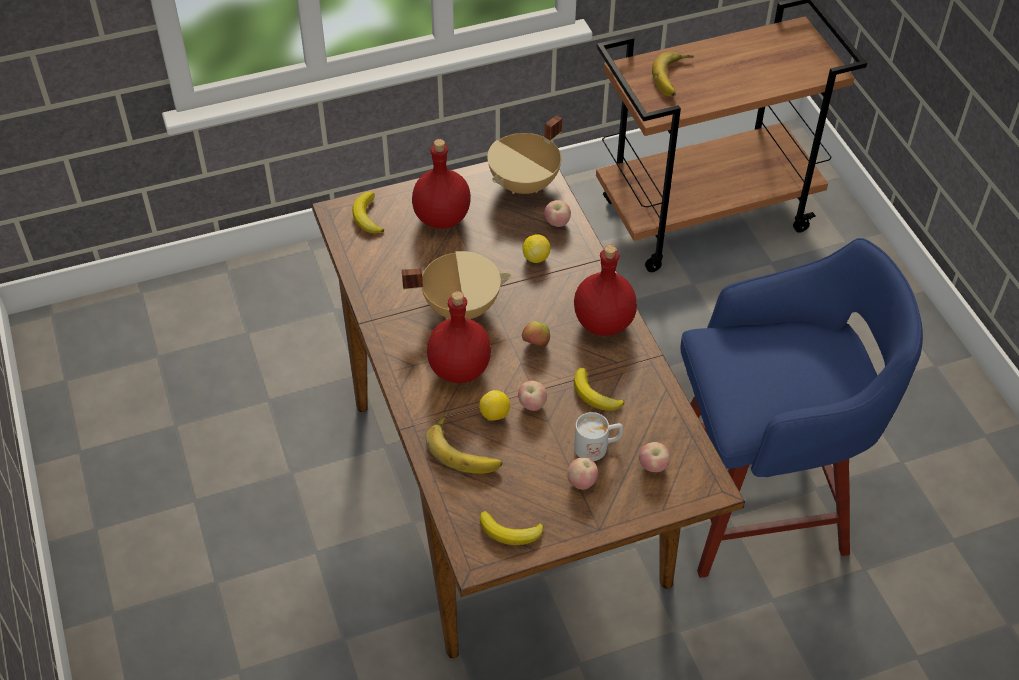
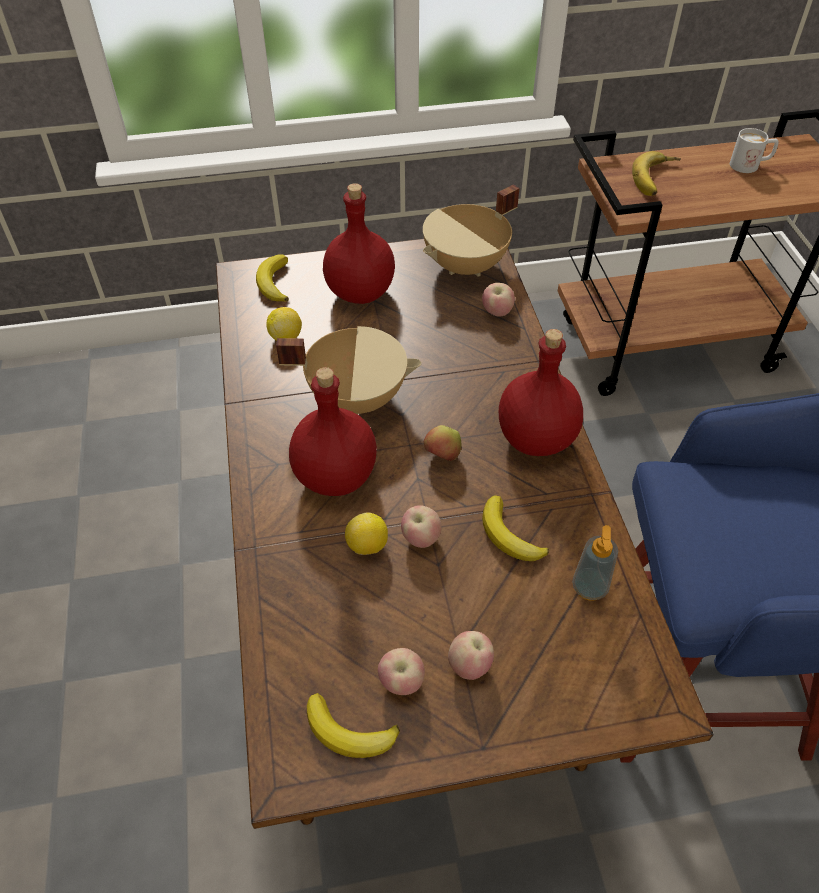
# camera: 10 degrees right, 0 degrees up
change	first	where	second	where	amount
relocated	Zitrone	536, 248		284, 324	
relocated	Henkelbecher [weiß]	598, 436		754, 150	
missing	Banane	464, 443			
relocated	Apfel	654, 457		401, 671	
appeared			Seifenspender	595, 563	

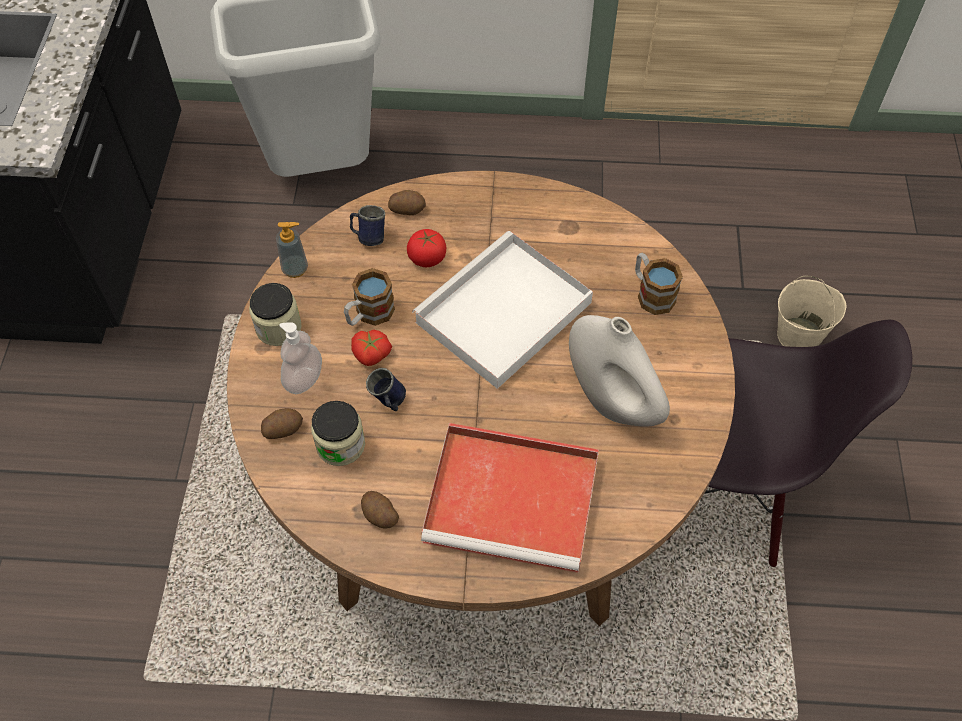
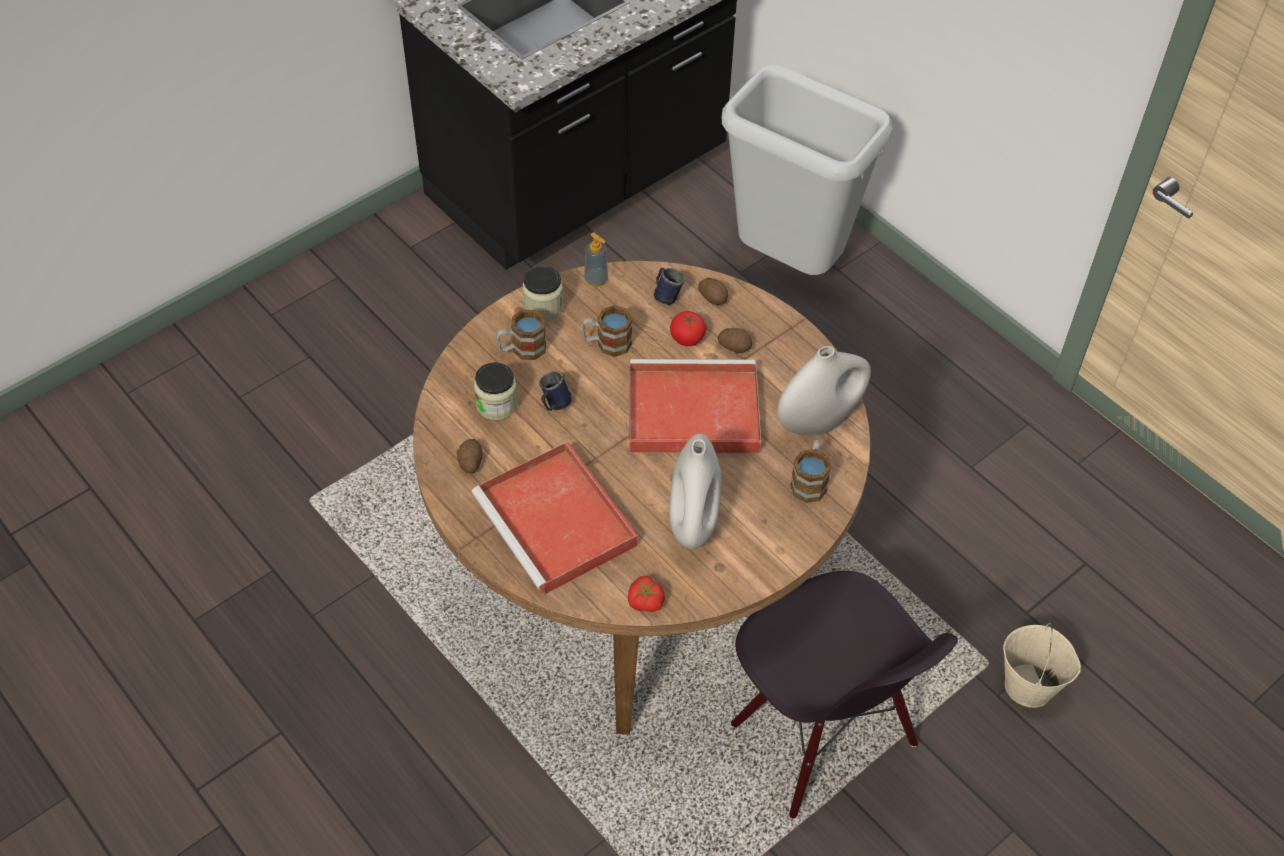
# camera: 45 degrees right, 5 degrees down
change	first	where	second	where	amount
colour	Tablett [weiß]	502, 310	Tablett [rot]	695, 406	
exchanged	Seifenspender	300, 358	Henkelbecher	521, 334	
relocated	Tomate	371, 347		646, 594	
relocated	Kartoffel	282, 423		735, 340	
appeared			Vase [weiß]	824, 391	

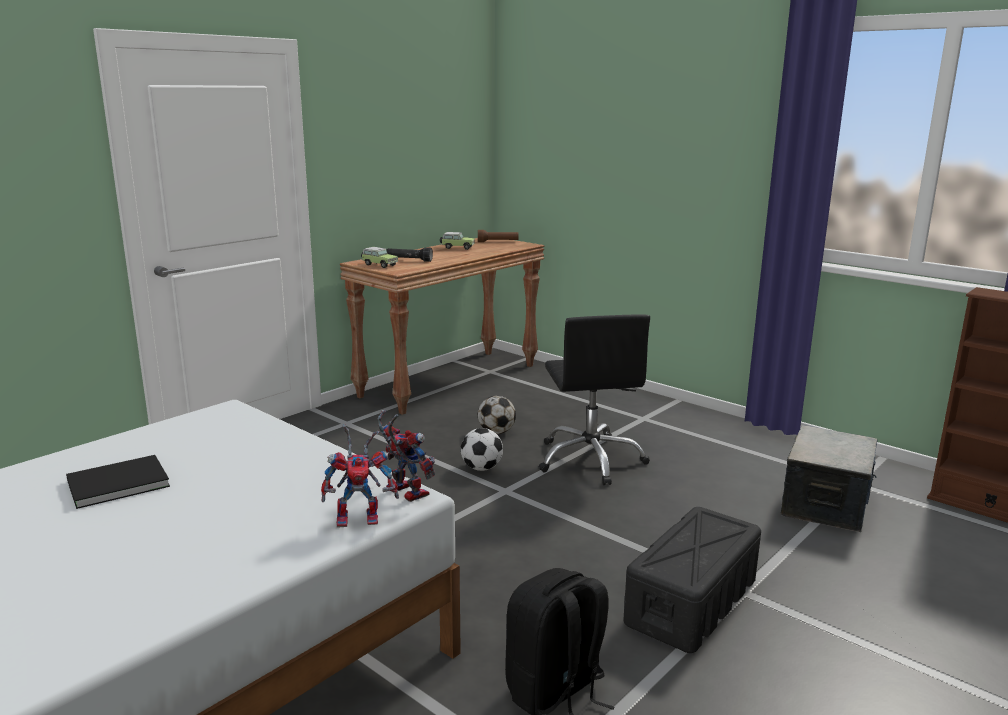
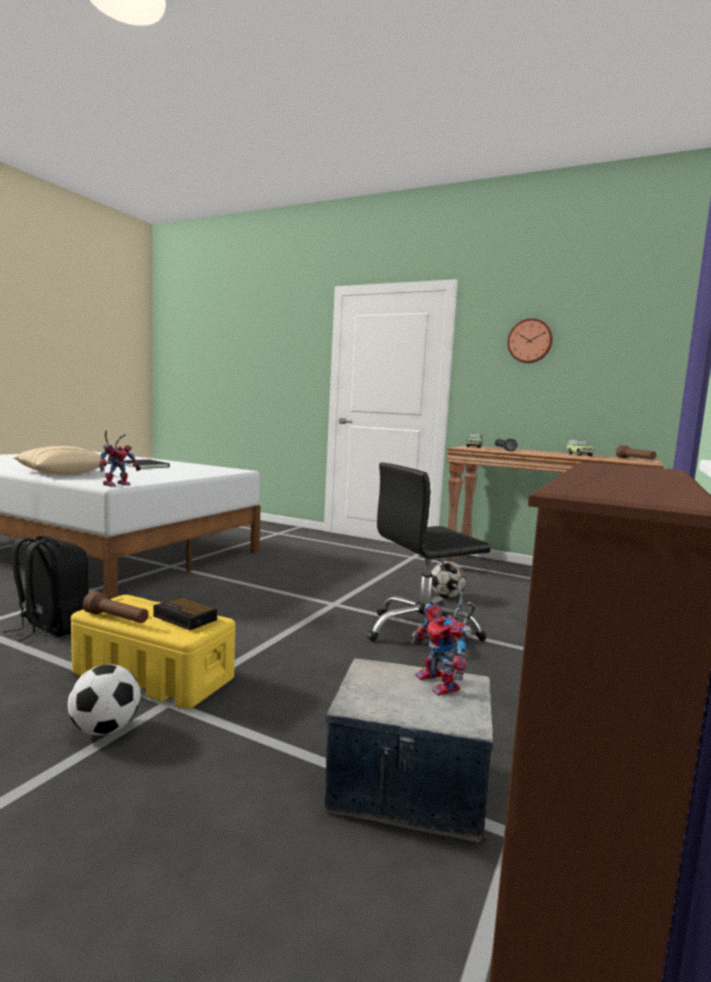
# camera: 75 degrees right, 10 degrees down
change	first	where	second	where	amount
relocated	Spielzeugroboter	360, 476		444, 640	
relocated	Fußball	482, 449		104, 699	
colour	Aufbewahrungsbox [schwarz]	692, 580	Aufbewahrungsbox [gelb]	153, 652	
appeared			Wanduhr	530, 340	
appeared			Kissen [beige]	60, 460	
appeared			Taschenlampe [braun]	116, 607	
appeared			Wecker	185, 613	

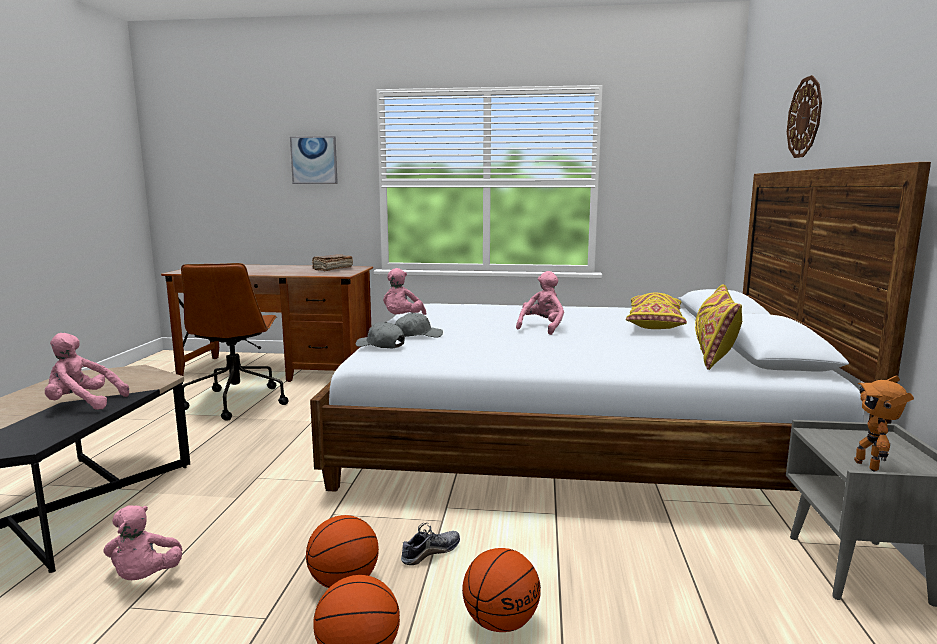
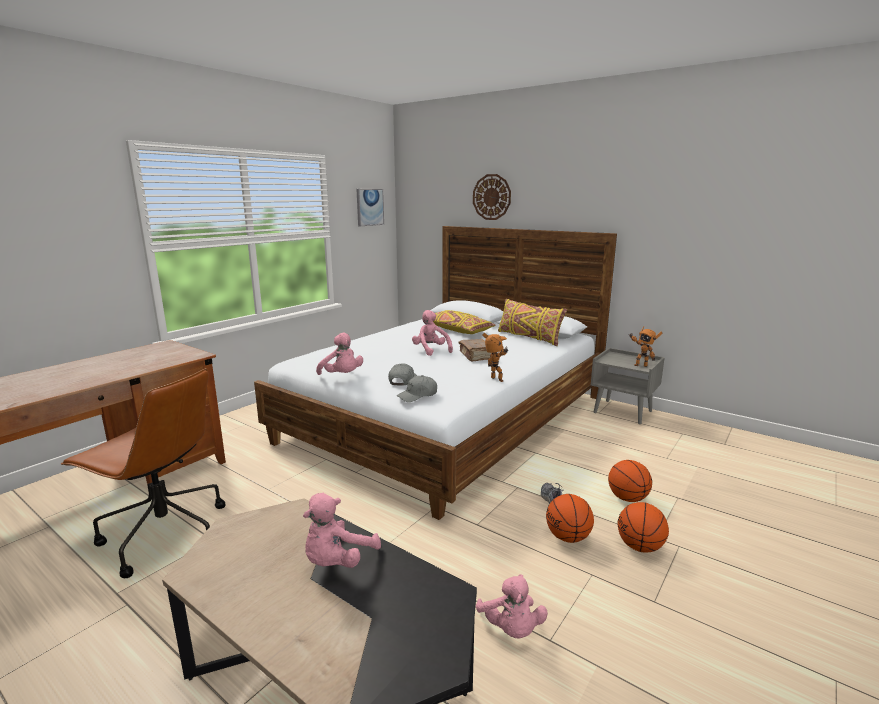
# camera: 60 degrees left, 5 degrees up
change	first	where	second	where	amount
relocated	Bild	314, 160		370, 207	
relocated	Buch [braun]	332, 262		475, 350	
spun	Plüschtier [rosa]	142, 542		512, 606	60 degrees clockwise
appeared			Spielzeugroboter	495, 357	

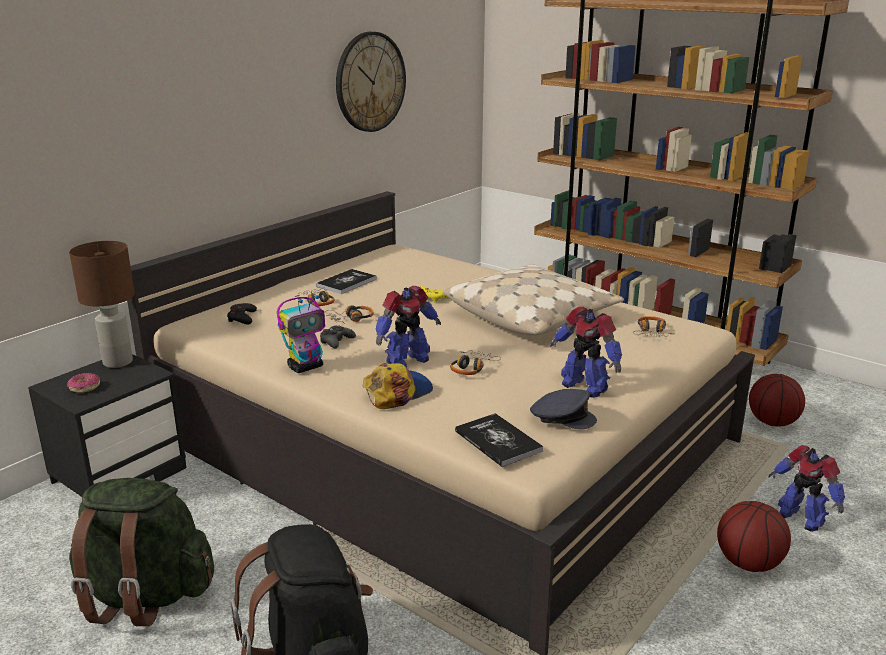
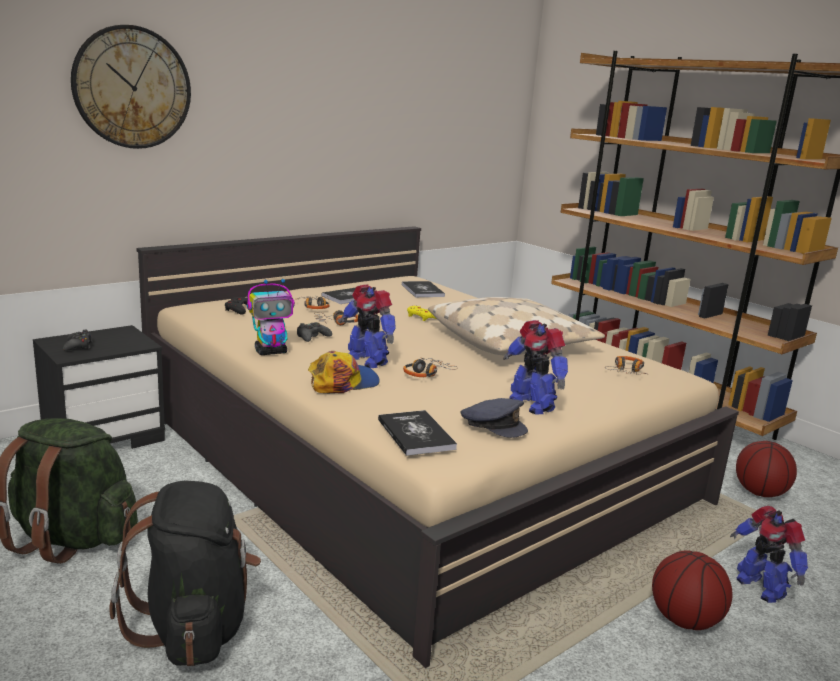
# camera: 10 degrees right, 5 degrees down
change	first	where	second	where	amount
relocated	Wanduhr	371, 82		131, 87	
missing	Tischlampe [braun]	102, 304			
spun	Spielzeugroboter	408, 326		368, 326	75 degrees clockwise
exchanged	Donut	83, 383	Gamepad [schwarz]	78, 340	
appeared			Buch	423, 289	

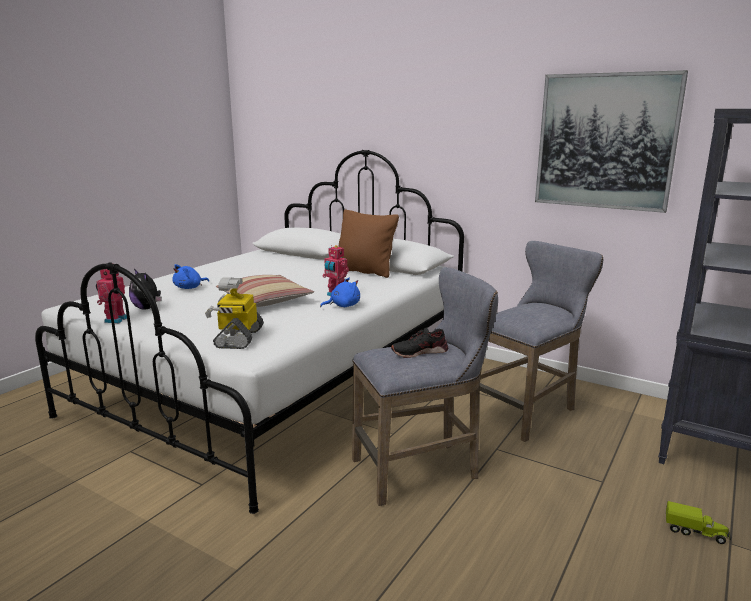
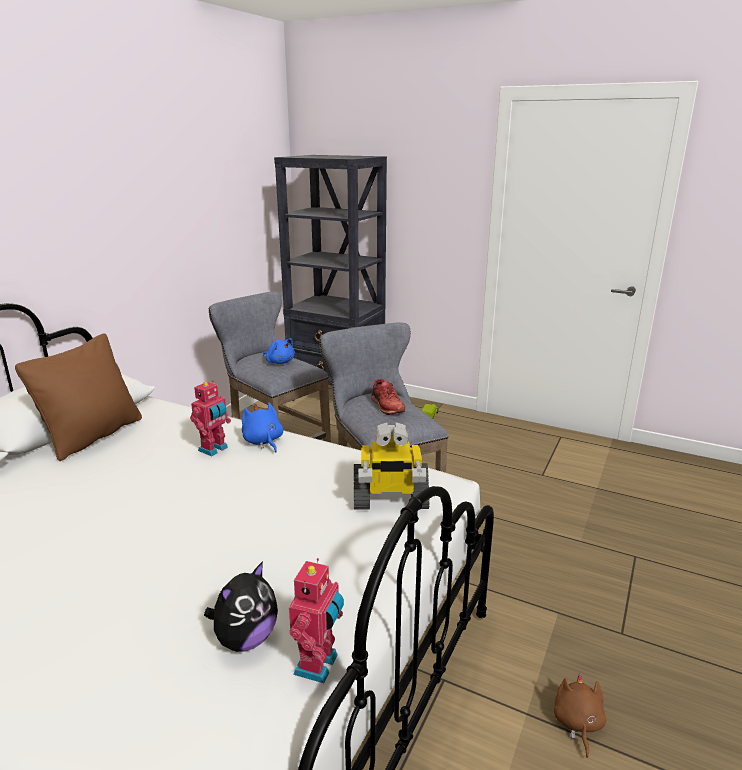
# camera: 95 degrees left, 5 degrees up
change	first	where	second	where	amount
missing	Bild	611, 141			
spun	Spielzeugroboter	111, 293		316, 620	75 degrees counterclockwise
relocated	Plüschtier [blau]	190, 276		279, 351	
missing	Kissen	265, 291			
colour	Schuh [schwarz]	419, 342	Schuh [rot]	388, 397	
appeared			Plüschtier [braun]	580, 715	

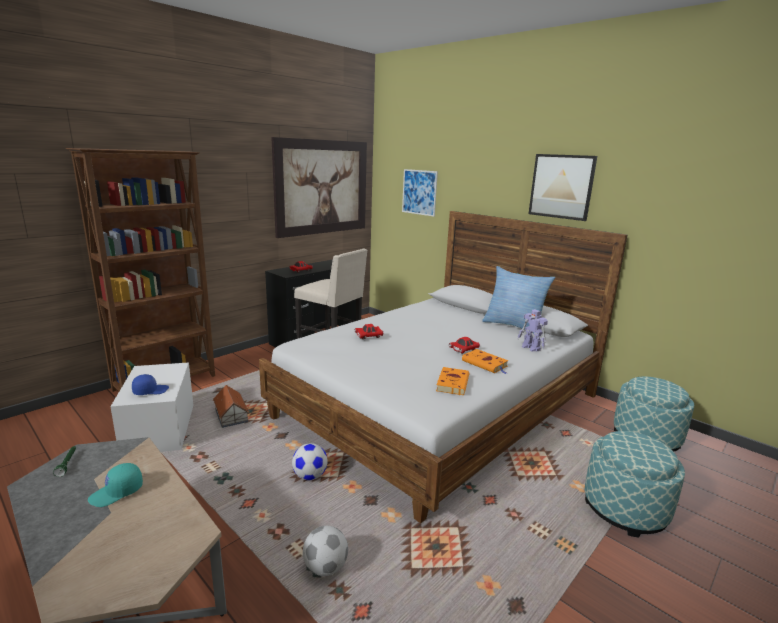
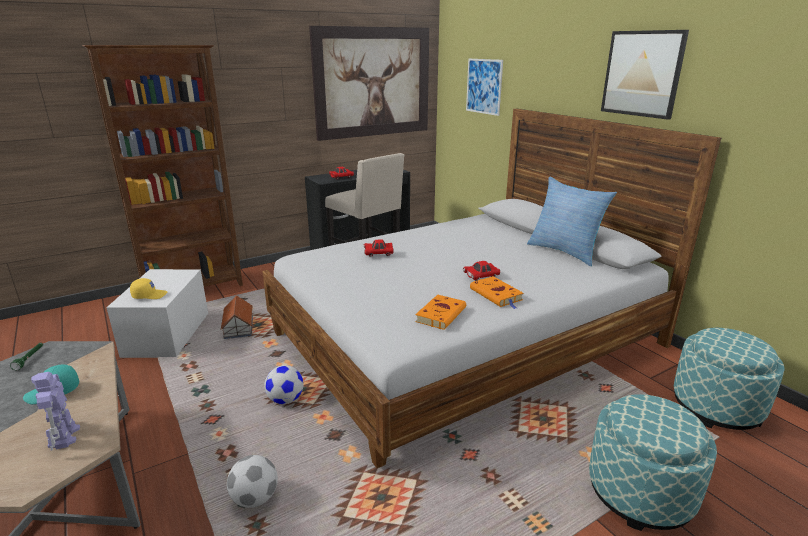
# camera: 15 degrees right, 5 degrees up
change	first	where	second	where	amount
relocated	Spielzeugroboter	533, 330		55, 411	
colour	Kappe [blau]	150, 384	Kappe [gelb]	149, 288	

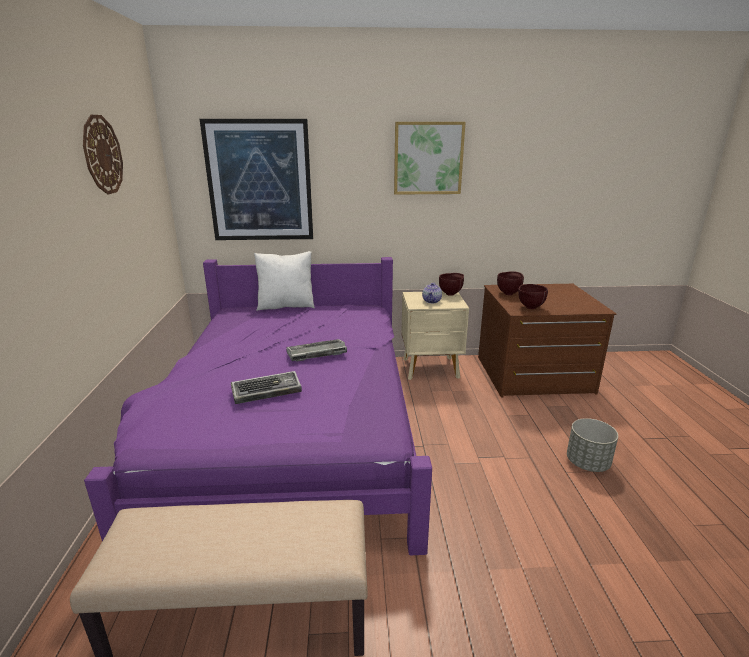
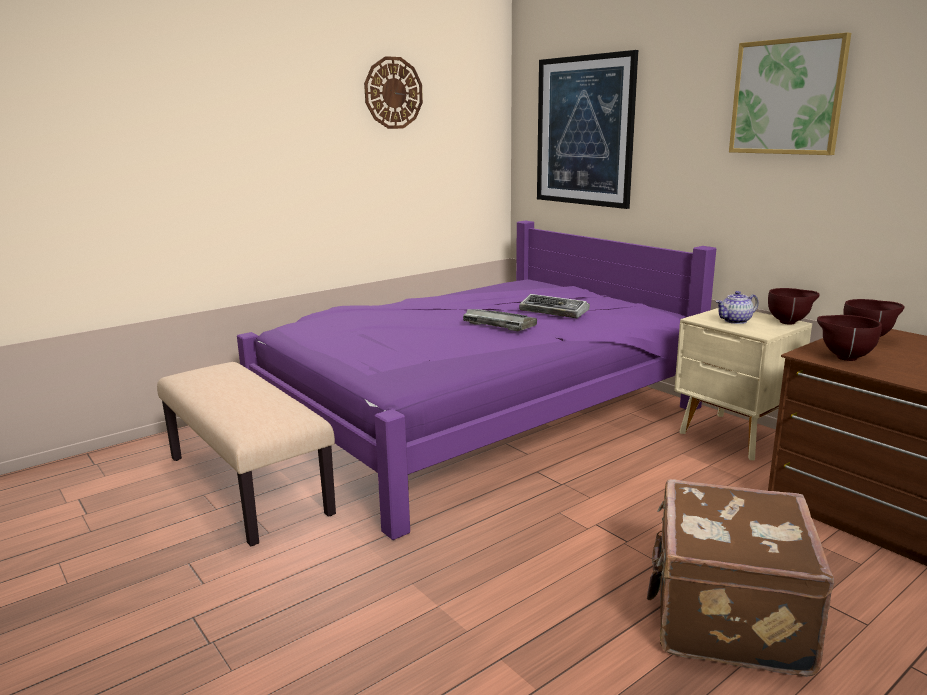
# camera: 55 degrees right, 5 degrees down
change	first	where	second	where	amount
missing	Kissen [weiß]	284, 281			
relocated	Tastatur	266, 387		554, 306	
exchanged	Pflanzkübel [grau]	592, 445	Koffer [braun]	740, 578	

